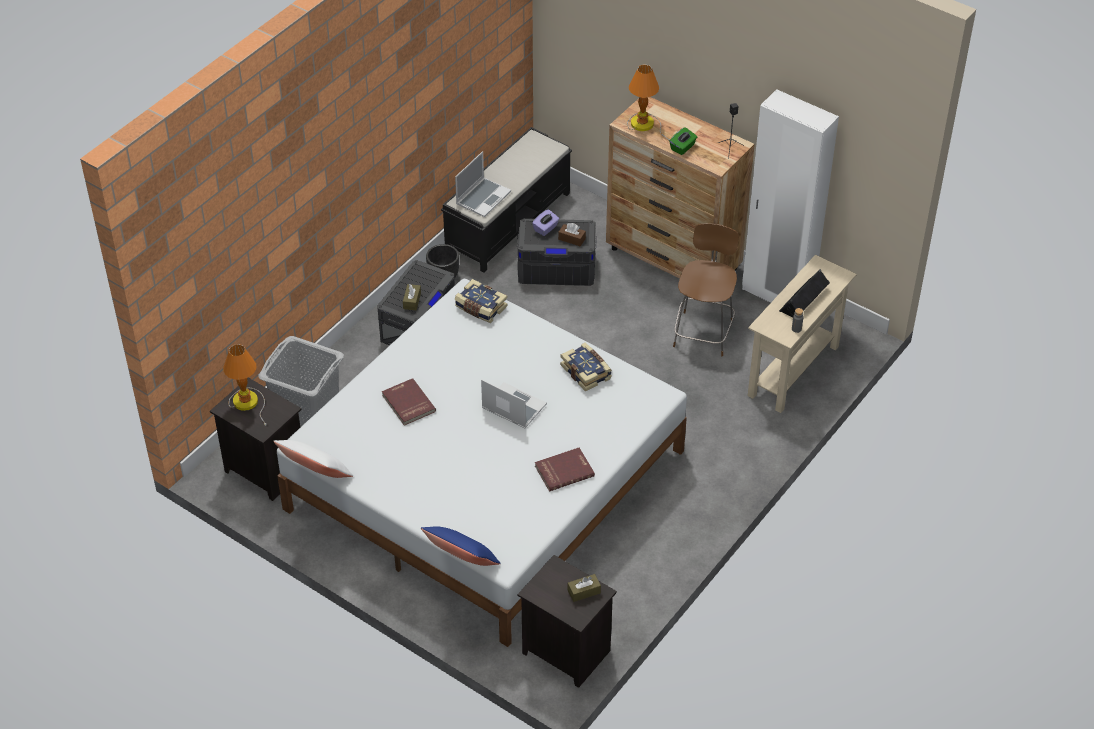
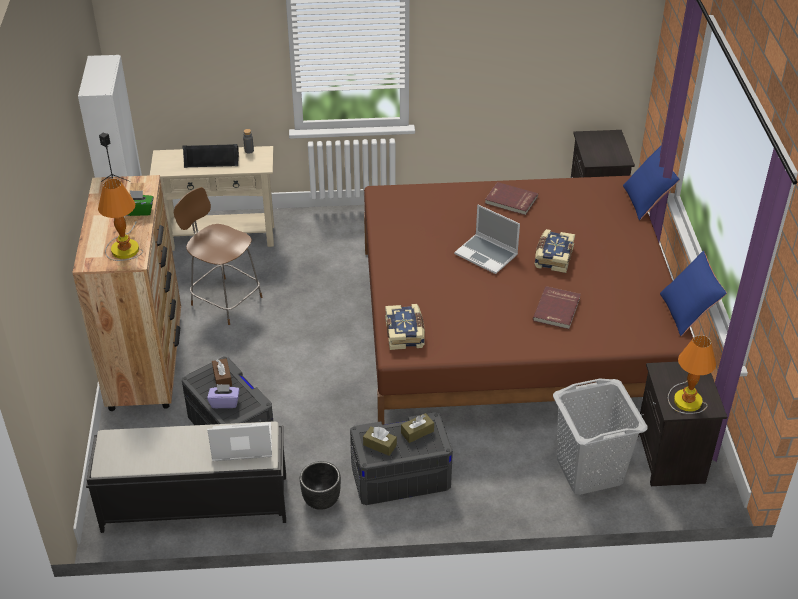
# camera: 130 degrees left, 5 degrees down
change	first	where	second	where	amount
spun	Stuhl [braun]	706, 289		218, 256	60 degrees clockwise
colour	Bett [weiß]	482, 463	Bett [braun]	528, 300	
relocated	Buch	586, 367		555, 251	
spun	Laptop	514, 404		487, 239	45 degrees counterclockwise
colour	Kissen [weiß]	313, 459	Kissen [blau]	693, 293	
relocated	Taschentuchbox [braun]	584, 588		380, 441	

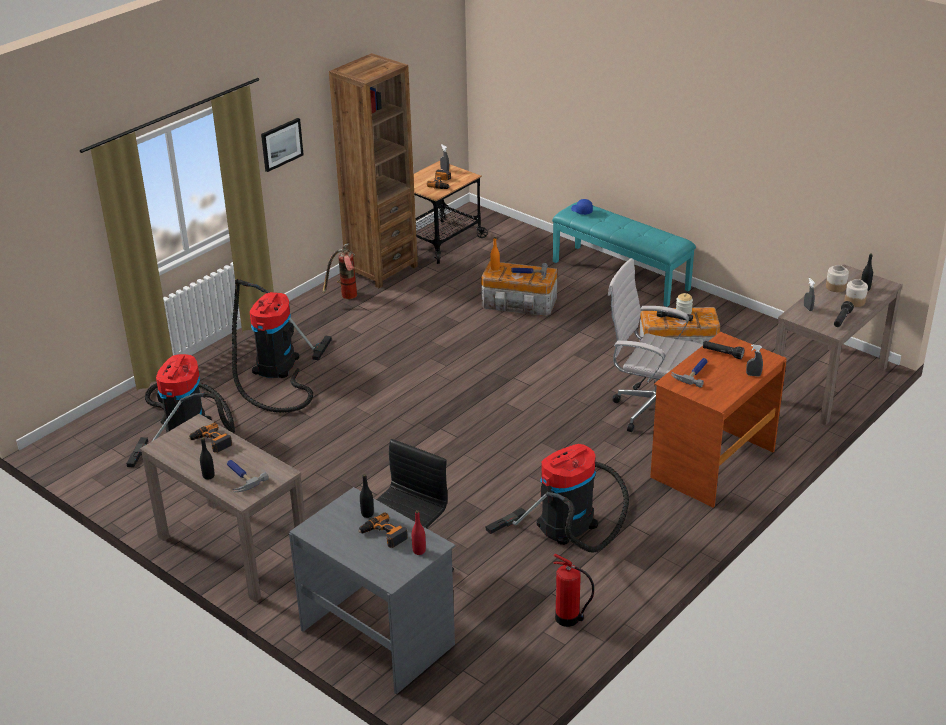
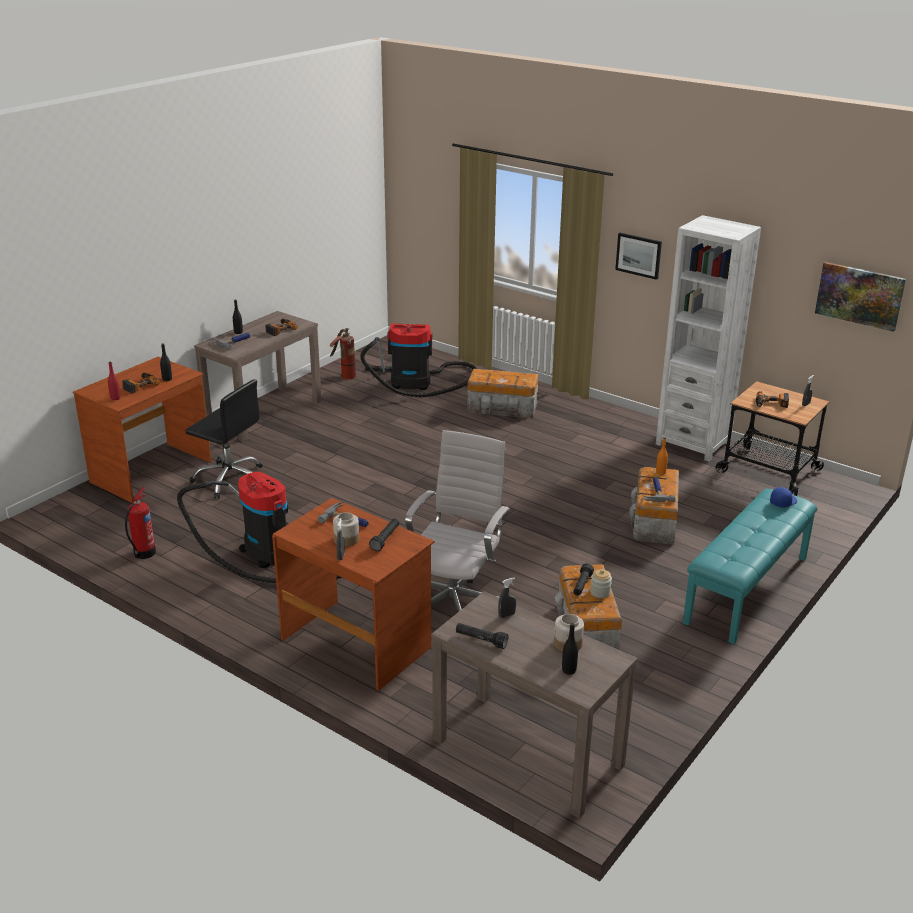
# camera: 85 degrees right, 5 degrees down
change	first	where	second	where	amount
colour	Bücherregal [braun]	373, 170	Bücherregal [weiß]	708, 338	
relocated	Feuerlöscher	339, 271		343, 354	
exchanged	Staubsauger	282, 346	Aufbewahrungsbox	502, 393	
relocated	Vorratsglas	856, 293		346, 529	
colour	Schreibtisch [grau]	372, 590	Schreibtisch [braun]	142, 430	
appeared			Bild	860, 297	

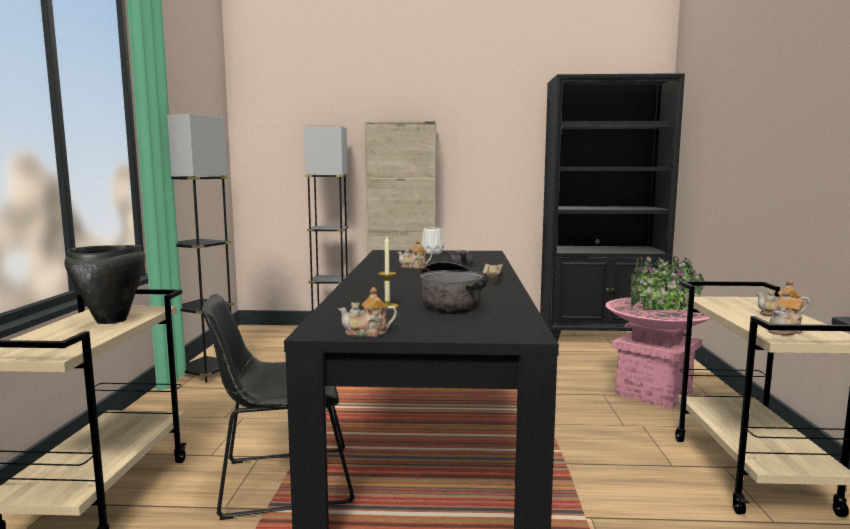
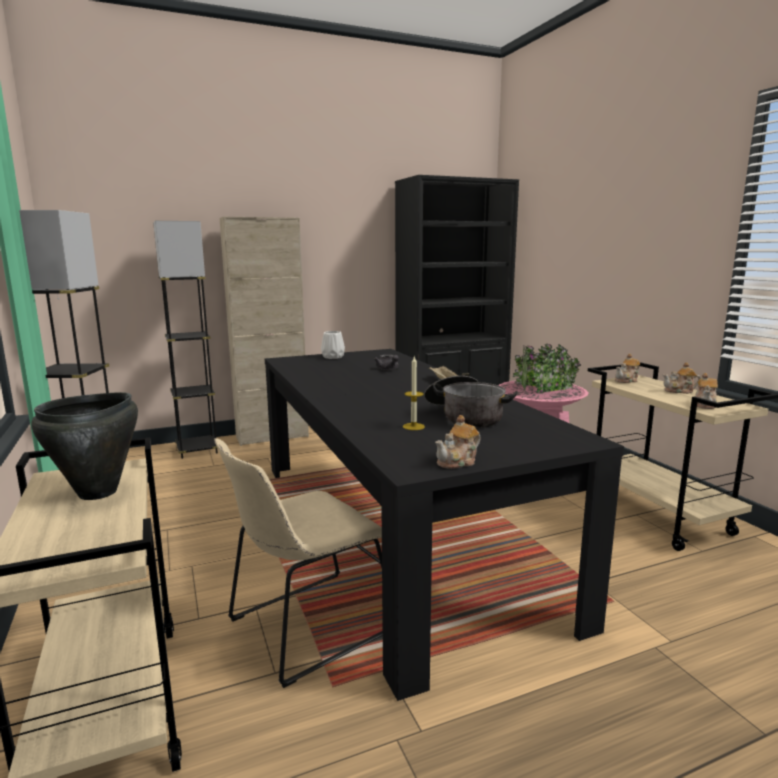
# camera: 25 degrees left, 5 degrees up
change	first	where	second	where	amount
relocated	Teekanne	414, 254		627, 368	
colour	Stuhl [schwarz]	278, 407	Stuhl [beige]	298, 563	

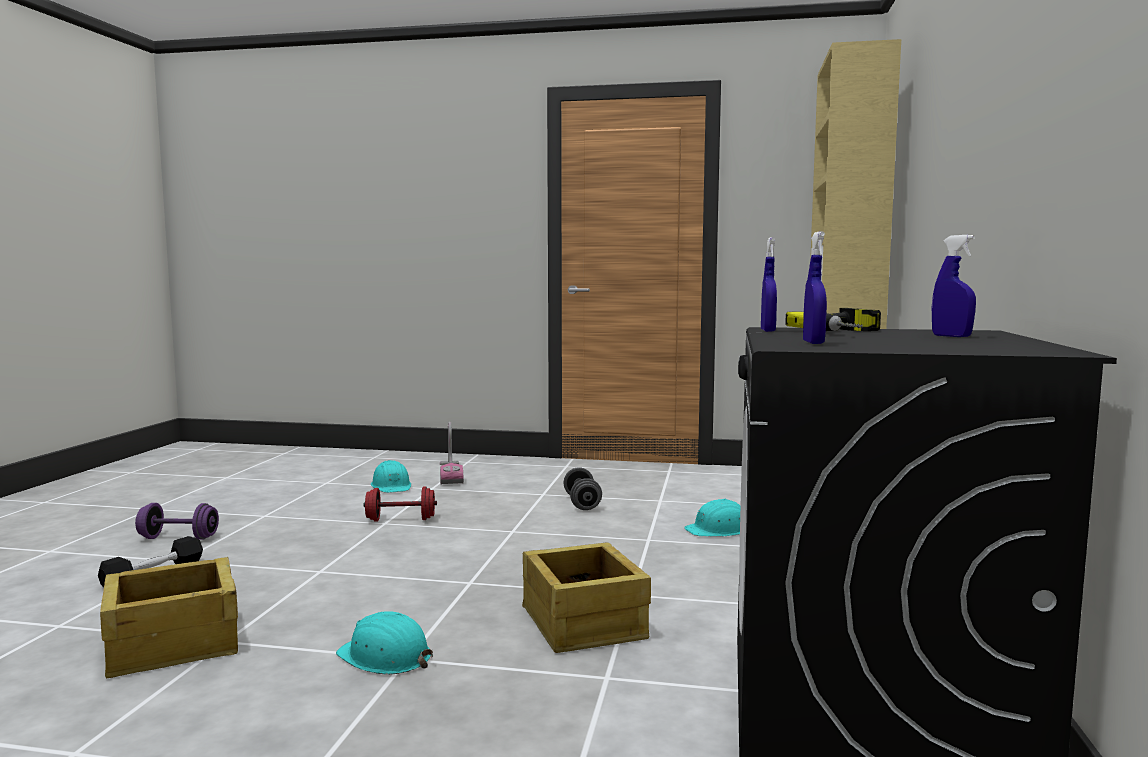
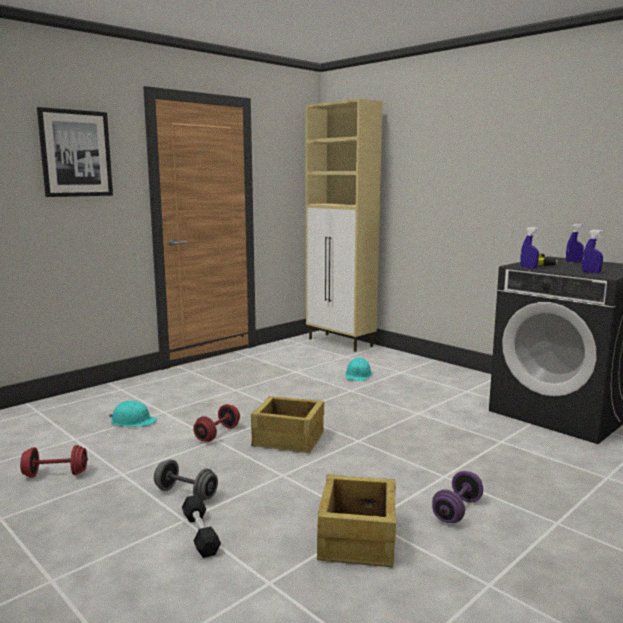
# camera: 55 degrees left, 5 degrees up
change	first	where	second	where	amount
missing	Staubsauger	452, 453			
relocated	Hantel [grau]	582, 488		186, 480	
relocated	Hantel [lila]	177, 521		457, 497	
relocated	Kiste	586, 597		287, 424	
missing	Schutzhelm [türkis]	384, 643			
appeared			Bild	75, 152	
appeared			Hantel [rot]	54, 461	

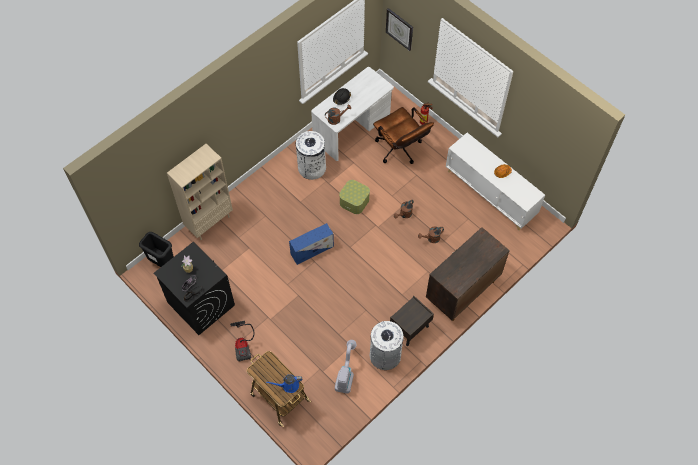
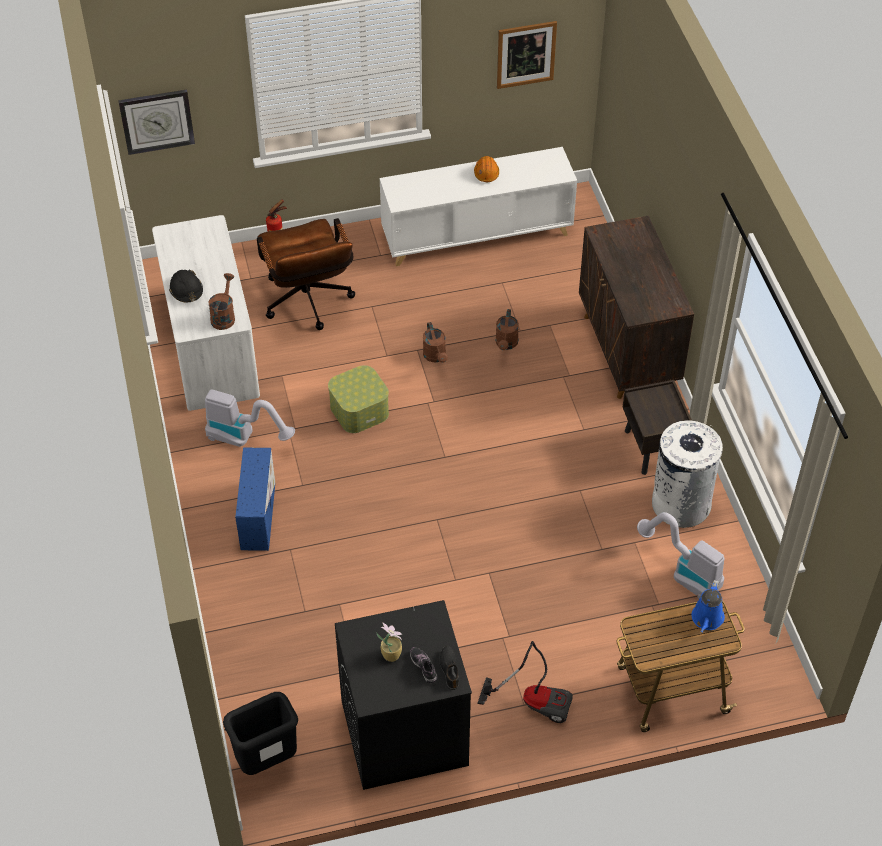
# camera: 60 degrees left, 10 degrees down
change	first	where	second	where	amount
spun	Bürostuhl [braun]	403, 135		306, 274	75 degrees clockwise
exchanged	Mülleimer [weiß]	311, 155	Staubsauger	250, 418	
missing	Bücherregal [beige]	200, 192			
relocated	Aufbewahrungsbox [blau]	311, 243		255, 499	
appeared			Bild	527, 55	

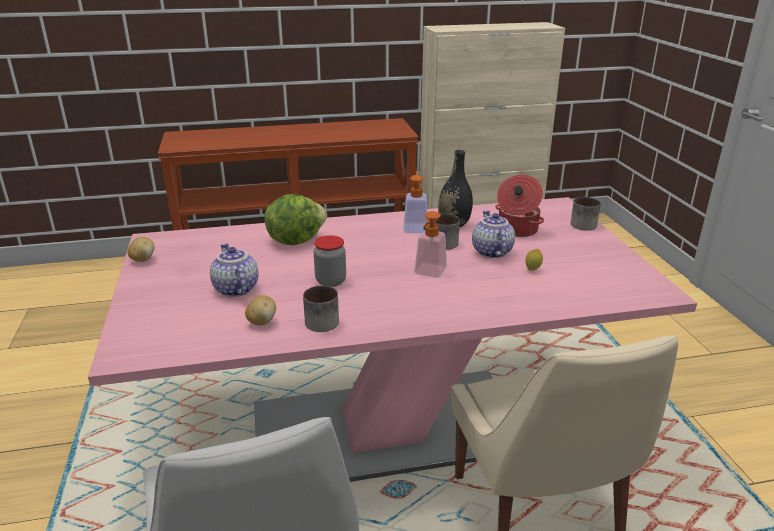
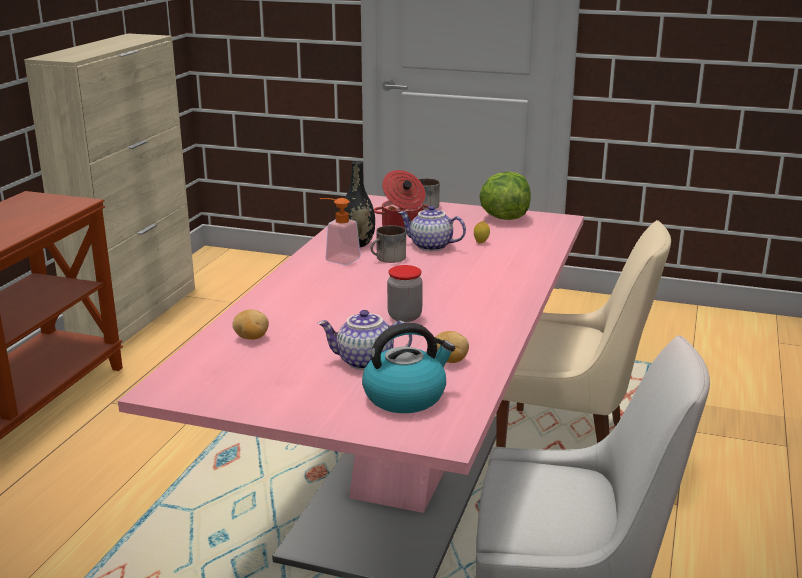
# camera: 60 degrees left, 5 degrees down
change	first	where	second	where	amount
relocated	Salatkopf	296, 219		505, 196	
missing	Seifenspender	430, 244			
relocated	Kartoffel	141, 249		250, 324	
missing	Henkelbecher	321, 309			
appeared			Wasserkessel	408, 368	

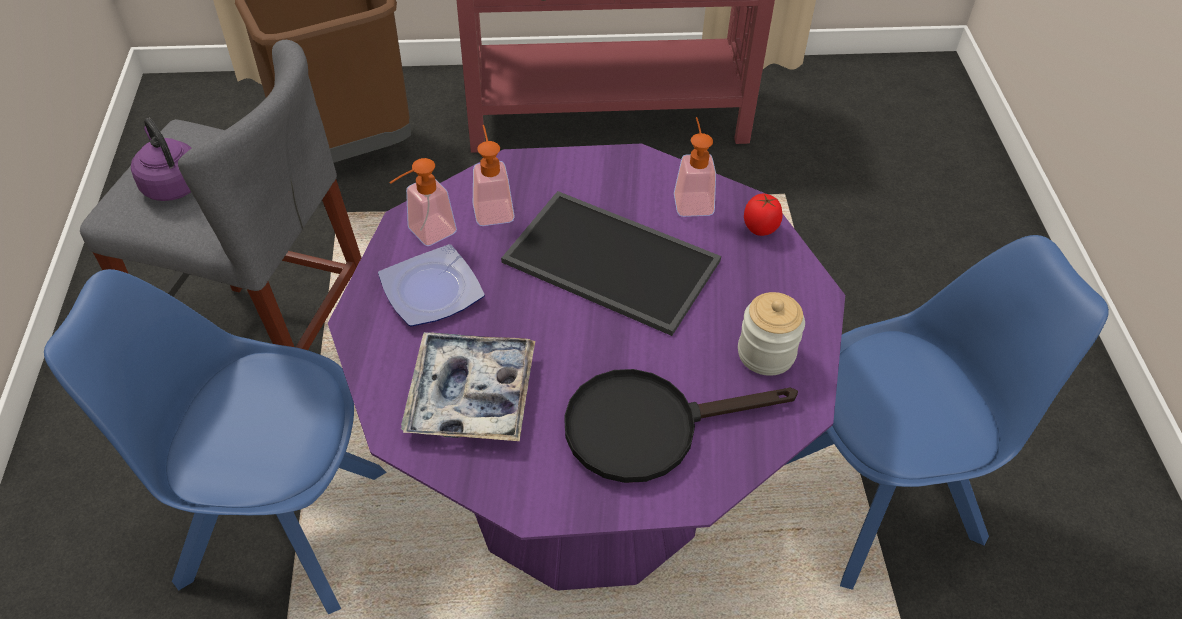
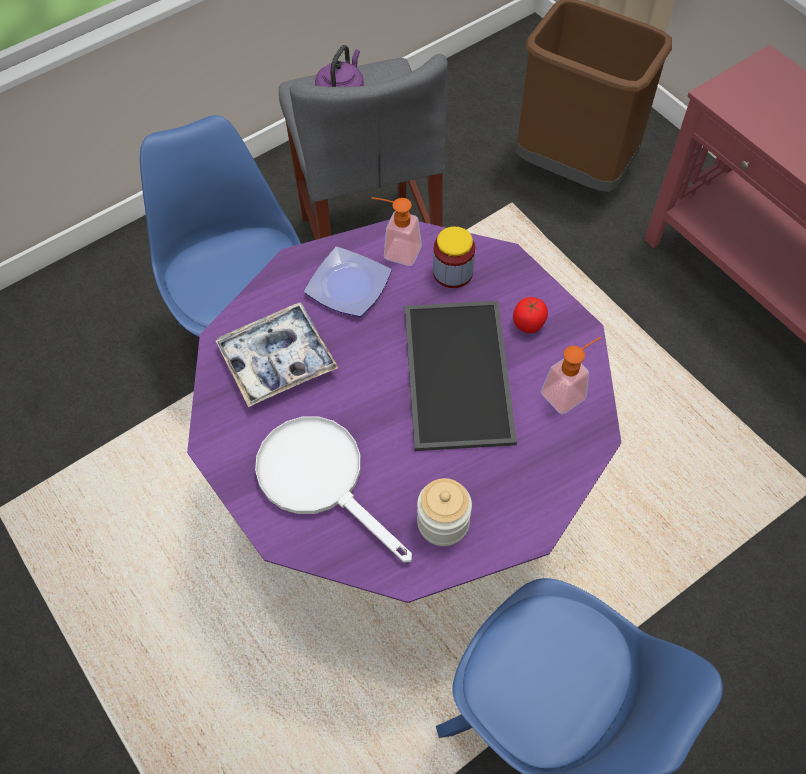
# camera: 60 degrees right, 10 degrees up
change	first	where	second	where	amount
exchanged	Seifenspender	494, 175	Vorratsglas	454, 257	
relocated	Tomate	763, 215		530, 315	
colour	Pfanne [schwarz]	681, 426	Pfanne [weiß]	333, 489	

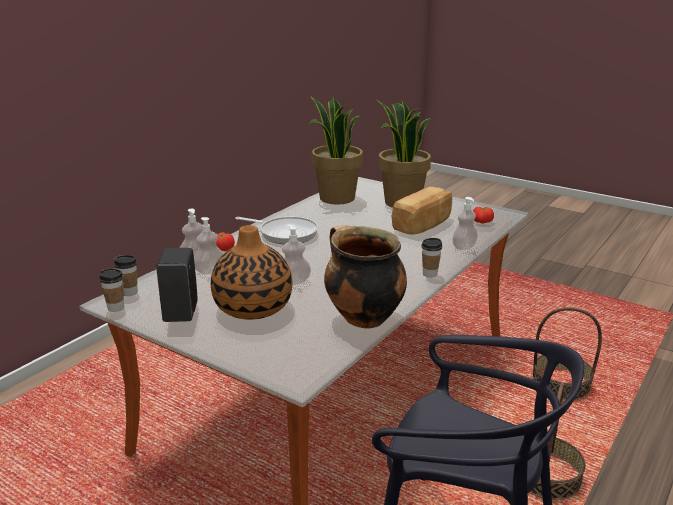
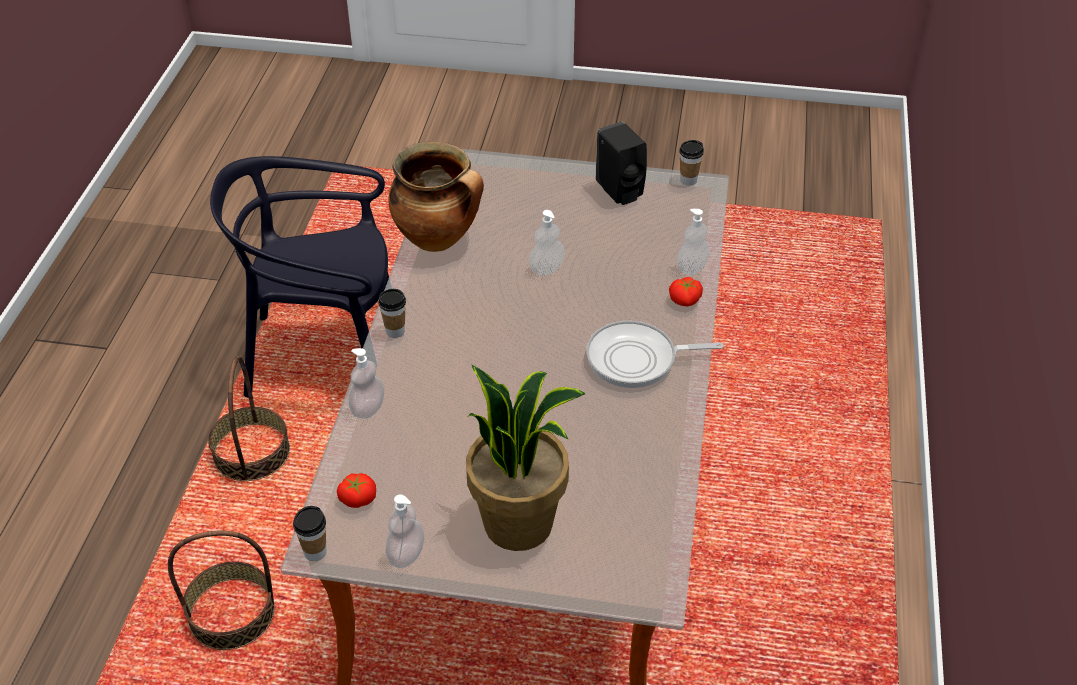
# camera: 155 degrees right, 20 degrees up
change	first	where	second	where	amount
missing	Topfpflanze	335, 150			
missing	Brot	422, 210			
relocated	Seifenspender	208, 246		405, 531	
missing	Vase	251, 272			
relocated	Tasse	126, 275		310, 533	

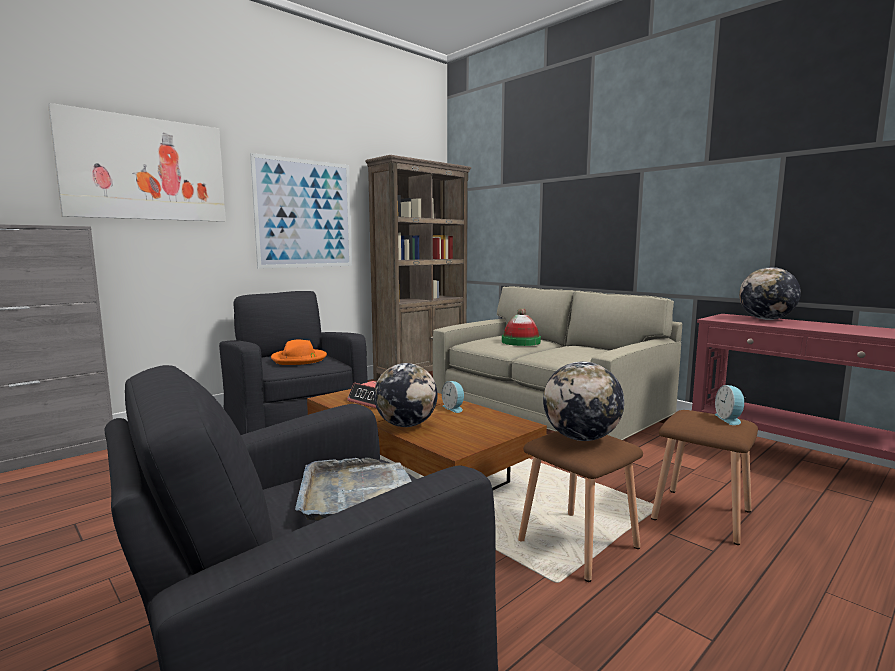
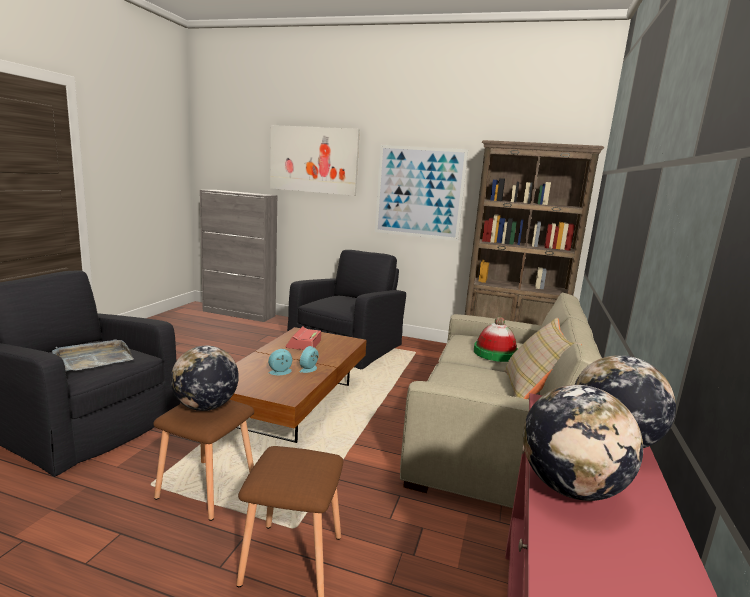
# camera: 60 degrees right, 5 degrees up
change	first	where	second	where	amount
missing	Hut [orange]	299, 352			
relocated	Globus	406, 395		583, 443	
relocated	Wecker	729, 405		280, 362	
appeared			Kissen [beige]	543, 358	

